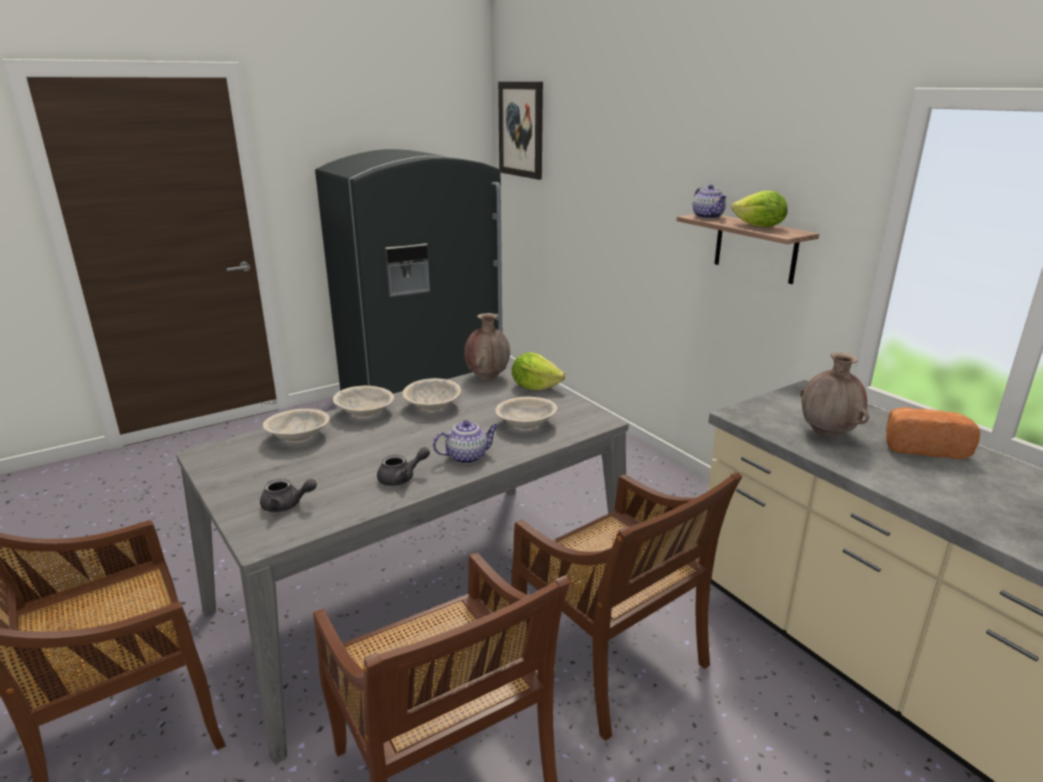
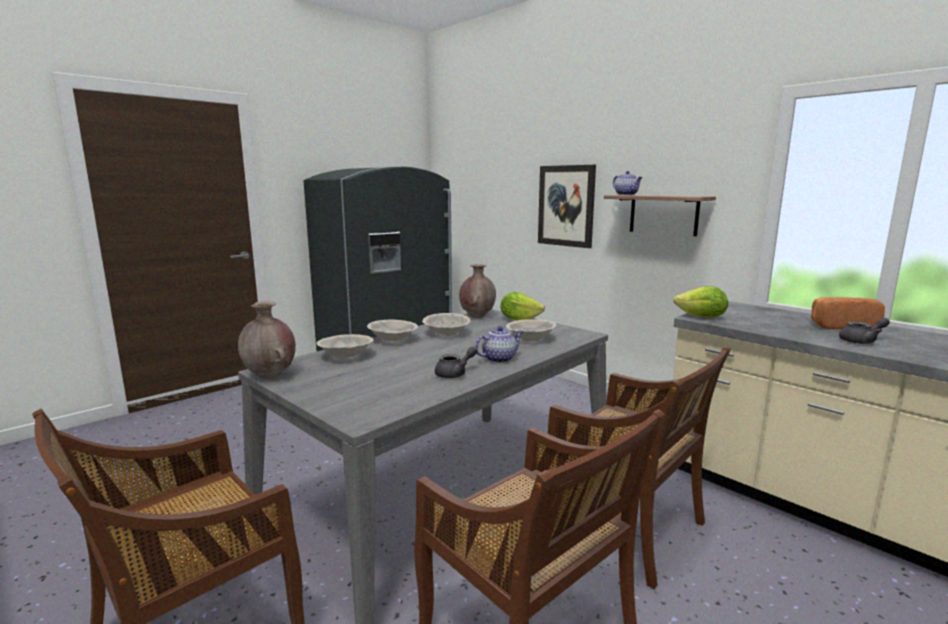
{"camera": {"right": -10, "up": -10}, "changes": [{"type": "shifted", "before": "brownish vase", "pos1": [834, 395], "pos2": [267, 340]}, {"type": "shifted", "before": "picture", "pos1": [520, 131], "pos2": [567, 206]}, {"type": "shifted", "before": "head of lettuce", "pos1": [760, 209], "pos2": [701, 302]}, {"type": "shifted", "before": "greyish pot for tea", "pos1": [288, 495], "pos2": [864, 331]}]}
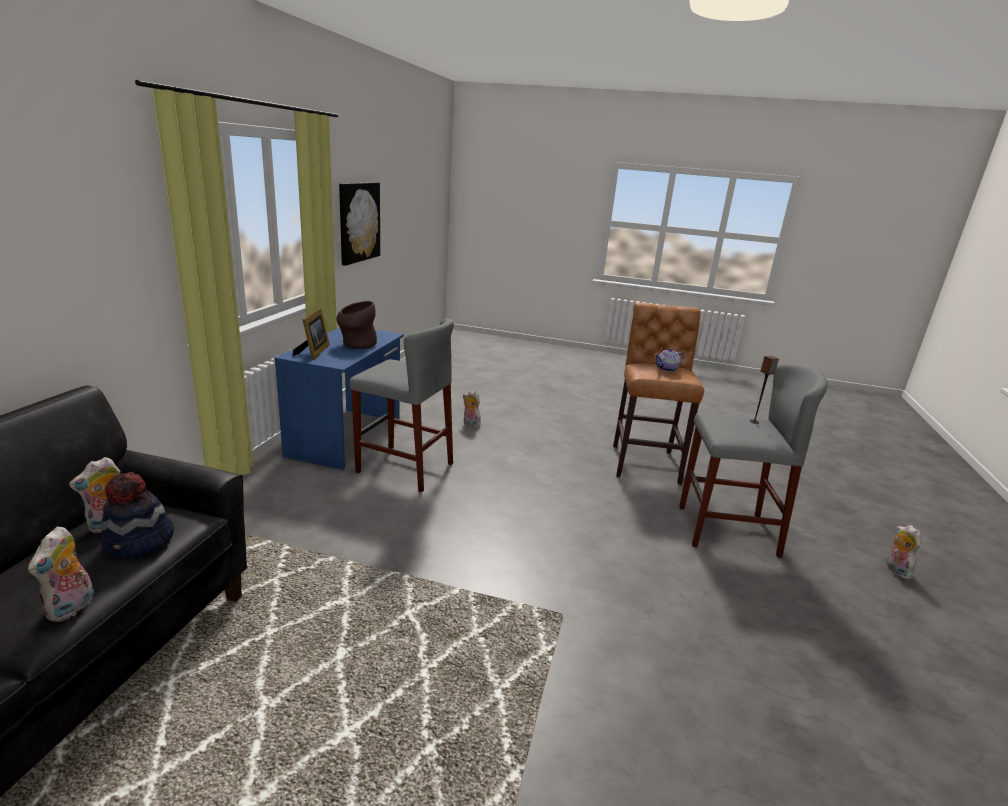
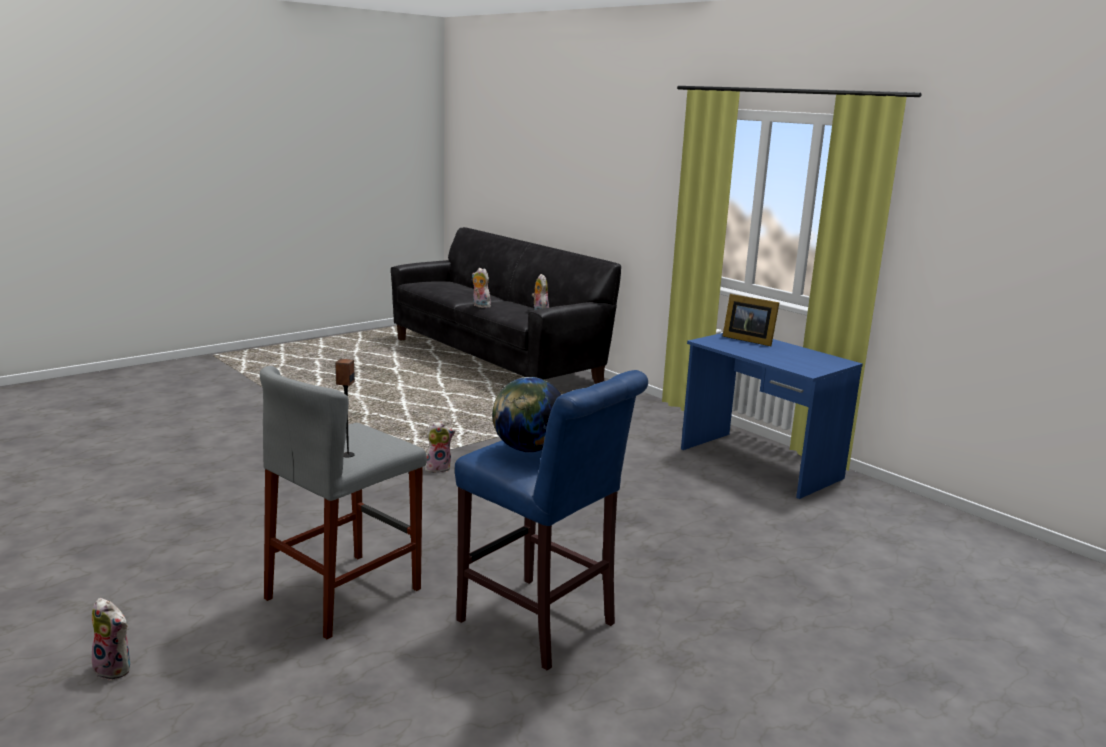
{"camera": {"right": 125, "up": -5}, "changes": [{"type": "shifted", "before": "cuddly toy", "pos1": [472, 409], "pos2": [440, 447]}, {"type": "repainted", "before": "brownish stool", "after": "bluish stool", "pos1": [658, 393], "pos2": [551, 520]}, {"type": "swapped", "before": "pot for tea", "after": "globe", "pos1": [669, 360], "pos2": [526, 415]}, {"type": "gone", "before": "wearable hat", "pos1": [137, 515]}, {"type": "gone", "before": "brownish vase", "pos1": [356, 325]}, {"type": "gone", "before": "picture", "pos1": [359, 224]}, {"type": "gone", "before": "greyish stool", "pos1": [401, 405]}]}
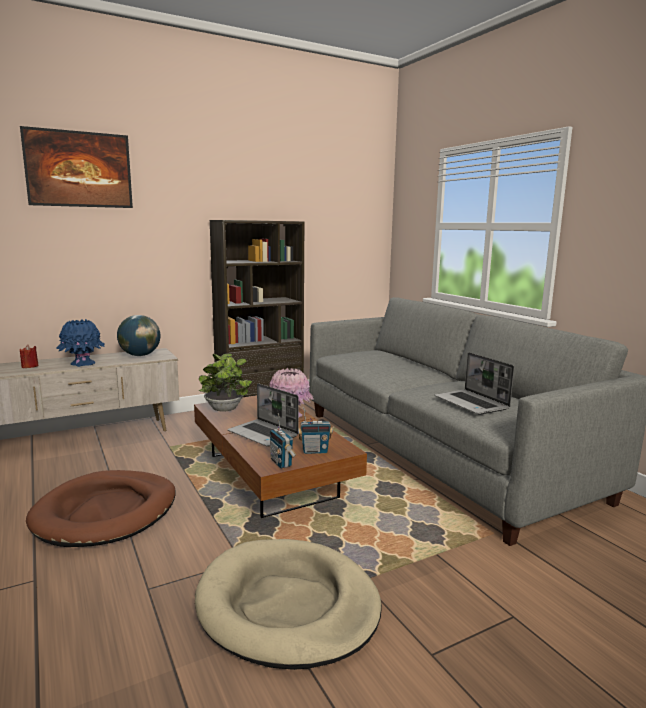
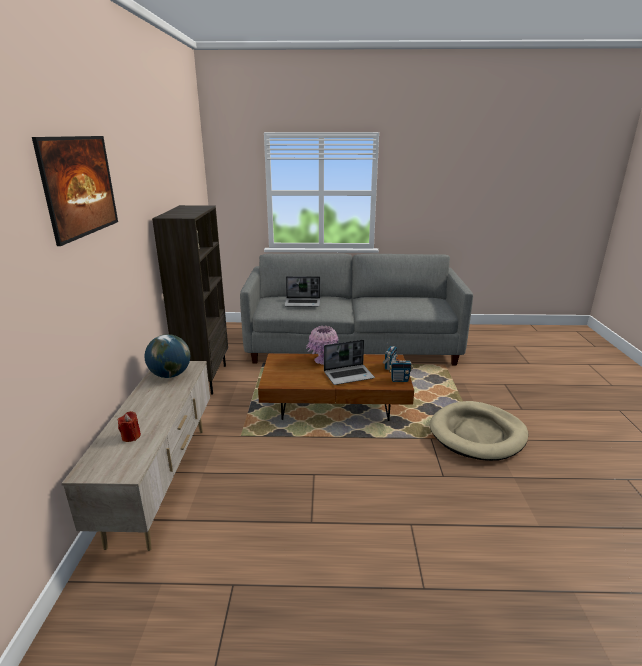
{"camera": {"right": -60, "up": 10}, "changes": [{"type": "shifted", "before": "notebook computer", "pos1": [474, 383], "pos2": [302, 291]}, {"type": "gone", "before": "brownish dog cushion", "pos1": [100, 508]}, {"type": "gone", "before": "bluish vase", "pos1": [81, 343]}, {"type": "gone", "before": "plant in a pot", "pos1": [225, 382]}]}
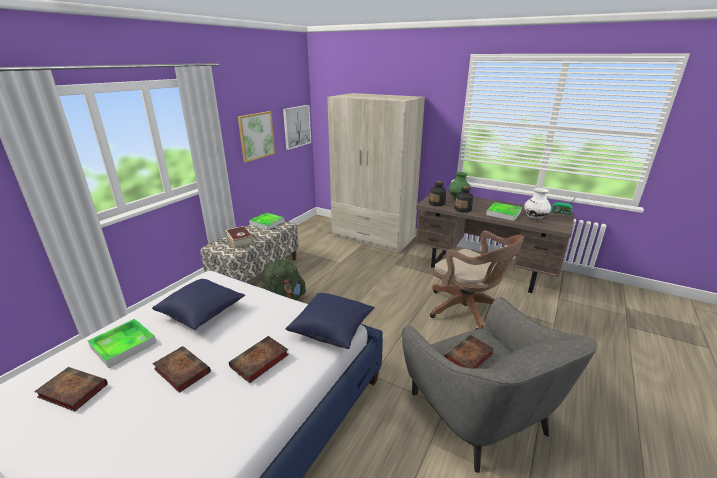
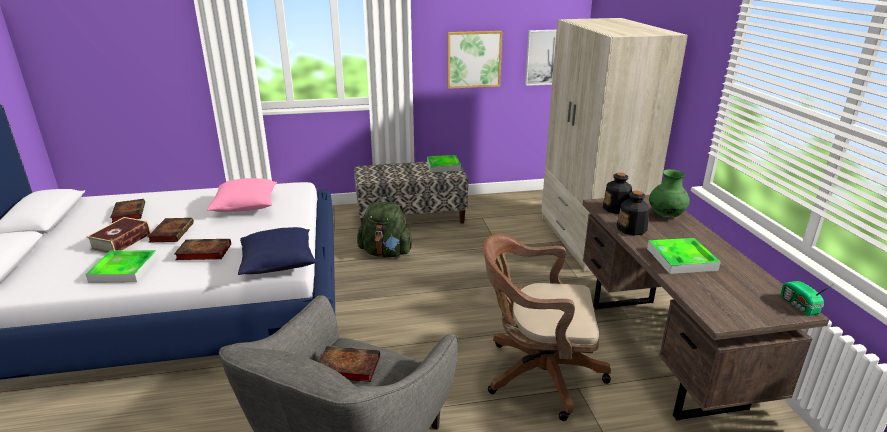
{"camera": {"right": 50, "up": 0}, "changes": [{"type": "shifted", "before": "tray", "pos1": [122, 343], "pos2": [121, 266]}, {"type": "shifted", "before": "book", "pos1": [239, 237], "pos2": [118, 235]}, {"type": "repainted", "before": "bluish throw pillow", "after": "pink throw pillow", "pos1": [198, 304], "pos2": [242, 195]}, {"type": "rotated", "before": "brownish computer chair", "pos1": [477, 280], "pos2": [547, 327], "turn": 90}, {"type": "gone", "before": "white-coloured vase", "pos1": [537, 203]}]}
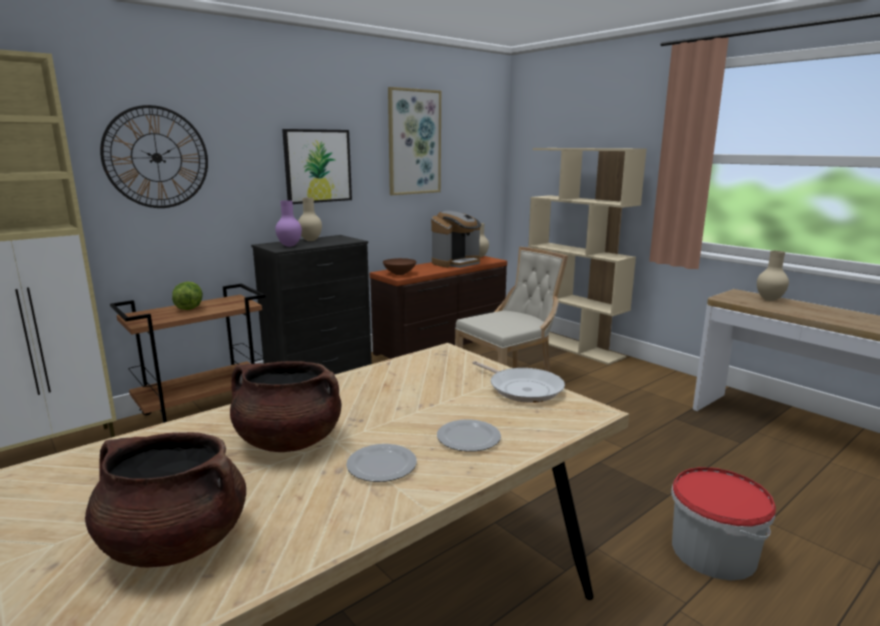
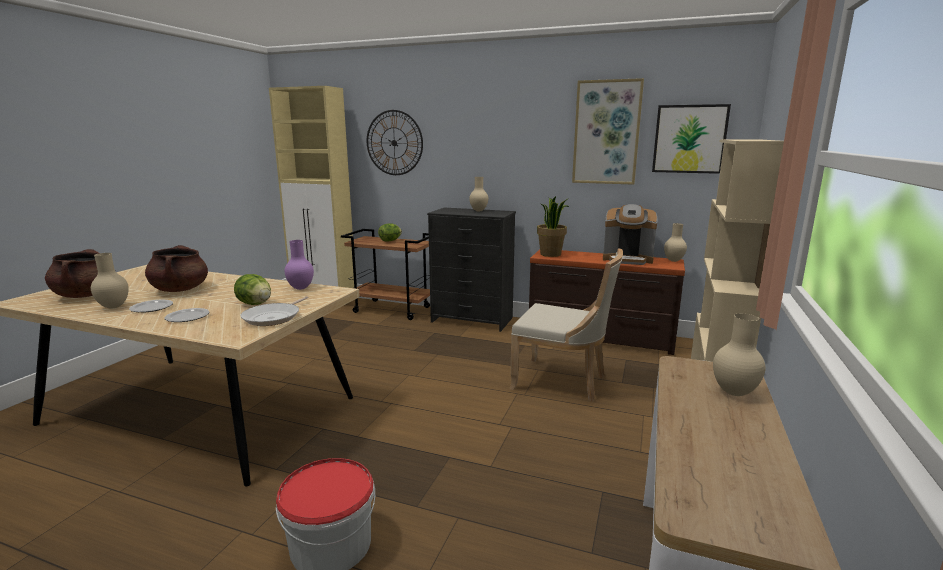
{"camera": {"right": 60, "up": 0}, "changes": [{"type": "new", "after": "sand-coloured vase", "pos2": [110, 280]}, {"type": "new", "after": "head of lettuce", "pos2": [252, 289]}, {"type": "shifted", "before": "purple vase", "pos1": [288, 223], "pos2": [299, 265]}, {"type": "swapped", "before": "brownish bowl", "after": "plant in a pot", "pos1": [399, 266], "pos2": [553, 226]}, {"type": "shifted", "before": "picture", "pos1": [317, 166], "pos2": [691, 139]}]}
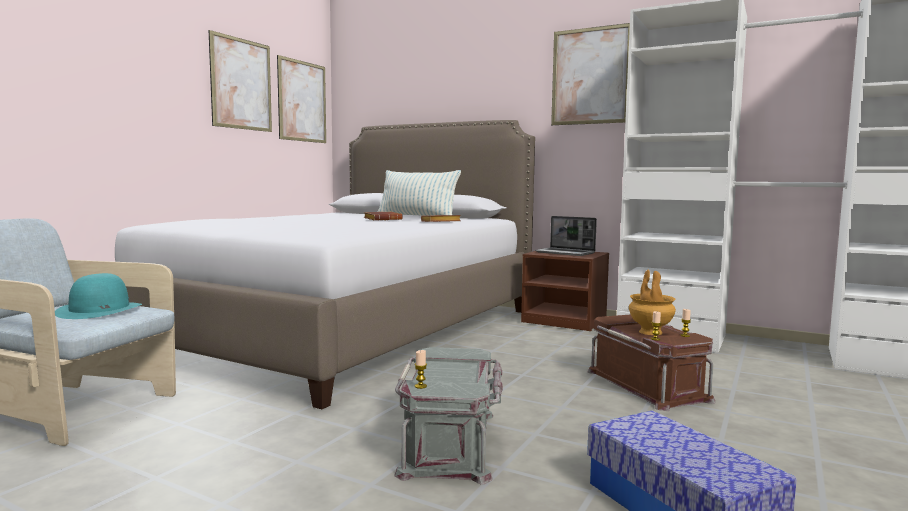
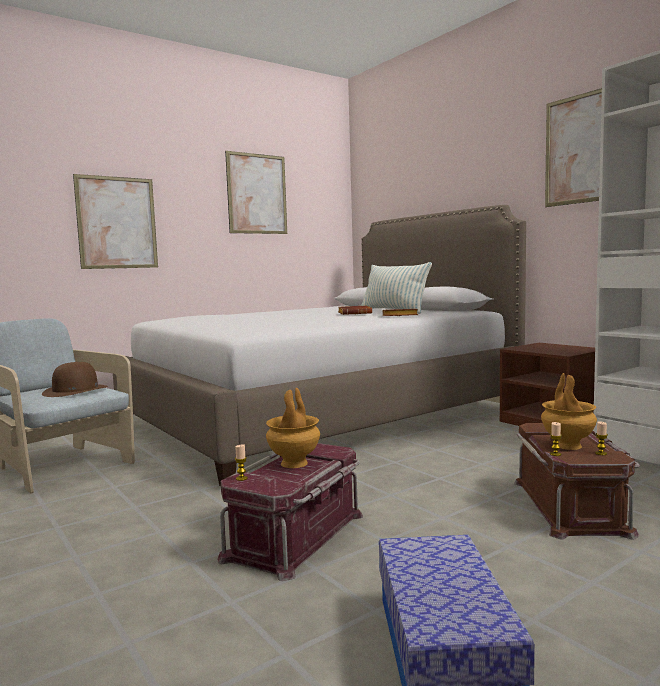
{"camera": {"right": 25, "up": 0}, "changes": [{"type": "repainted", "before": "blue-green wearable hat", "after": "brownish wearable hat", "pos1": [98, 296], "pos2": [75, 379]}, {"type": "shifted", "before": "picture", "pos1": [301, 99], "pos2": [115, 221]}, {"type": "repainted", "before": "greyish storage container", "after": "red storage container", "pos1": [448, 416], "pos2": [290, 512]}, {"type": "new", "after": "brownish vase", "pos2": [293, 428]}, {"type": "gone", "before": "notebook computer", "pos1": [566, 236]}]}
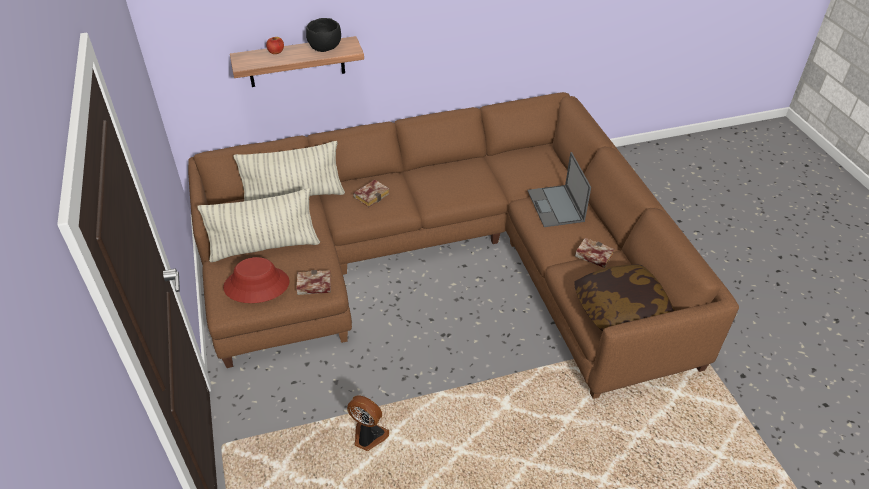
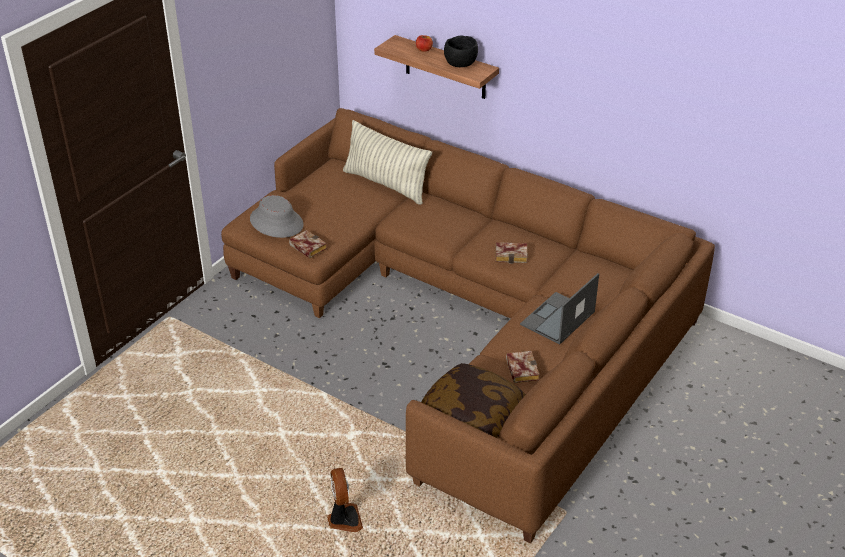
{"camera": {"right": 50, "up": -5}, "changes": [{"type": "repainted", "before": "red wearable hat", "after": "greyish wearable hat", "pos1": [256, 280], "pos2": [277, 216]}, {"type": "shifted", "before": "electric fan", "pos1": [368, 423], "pos2": [345, 500]}, {"type": "shifted", "before": "book", "pos1": [371, 193], "pos2": [511, 252]}, {"type": "gone", "before": "throw pillow", "pos1": [258, 225]}]}
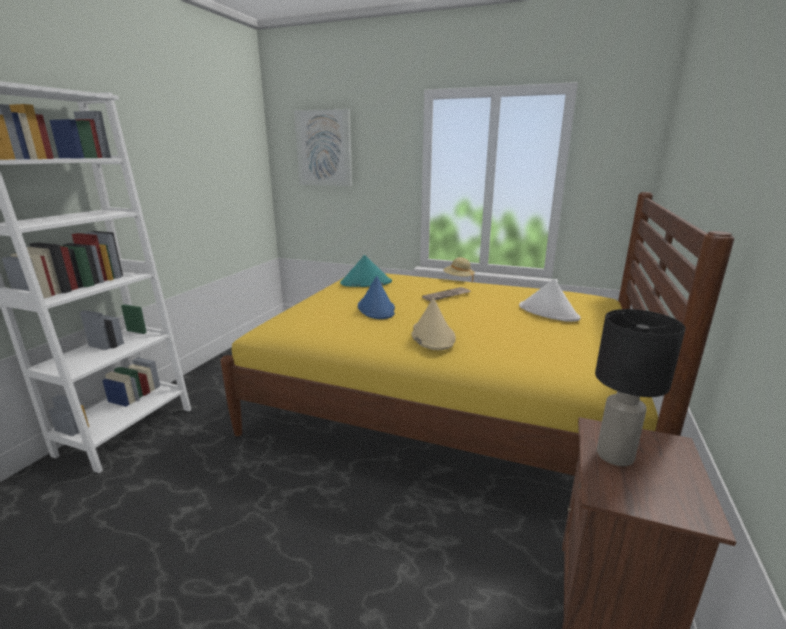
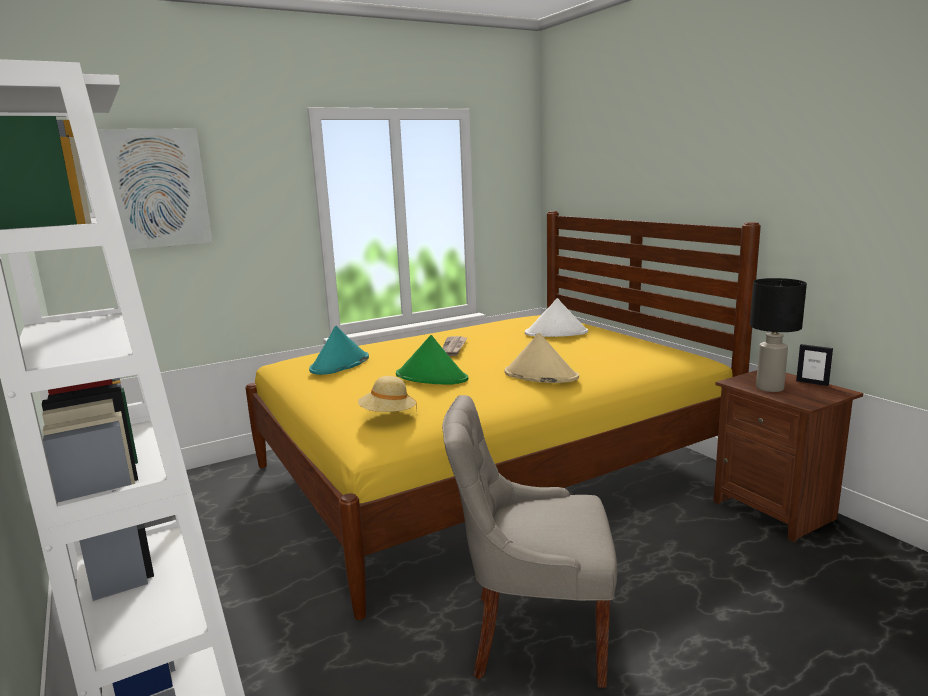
{"camera": {"right": -50, "up": -5}, "changes": [{"type": "shifted", "before": "sand-coloured wearable hat", "pos1": [459, 269], "pos2": [387, 394]}, {"type": "repainted", "before": "bluish wearable hat", "after": "green-coloured wearable hat", "pos1": [376, 297], "pos2": [432, 360]}, {"type": "new", "after": "greyish upright chair", "pos2": [529, 541]}, {"type": "new", "after": "picture frame", "pos2": [814, 365]}]}
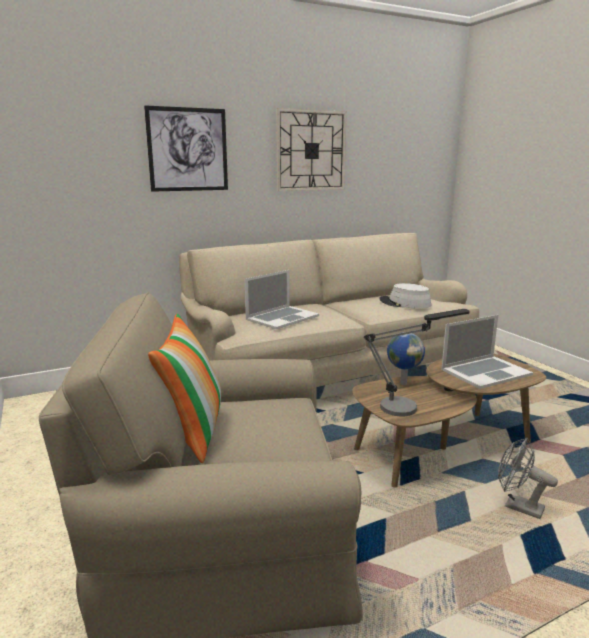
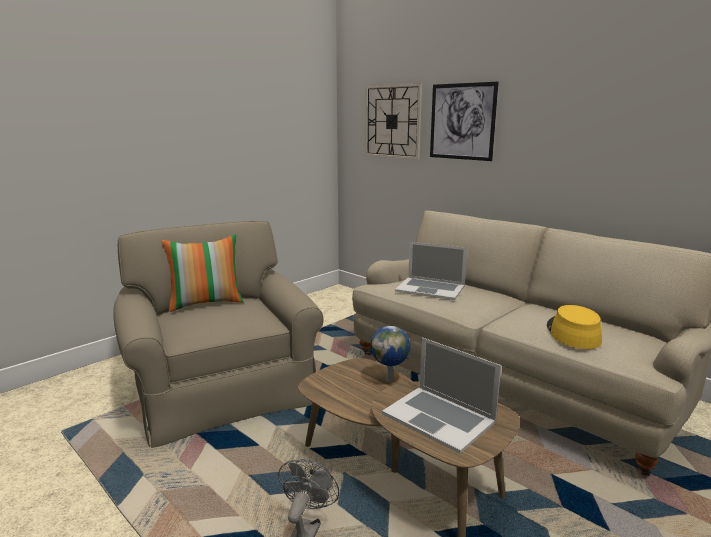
{"camera": {"right": 70, "up": 0}, "changes": [{"type": "shifted", "before": "hanging clock", "pos1": [311, 149], "pos2": [393, 121]}, {"type": "repainted", "before": "greyish wearable hat", "after": "yellow wearable hat", "pos1": [405, 296], "pos2": [574, 327]}, {"type": "gone", "before": "tabletop lamp", "pos1": [417, 363]}]}
